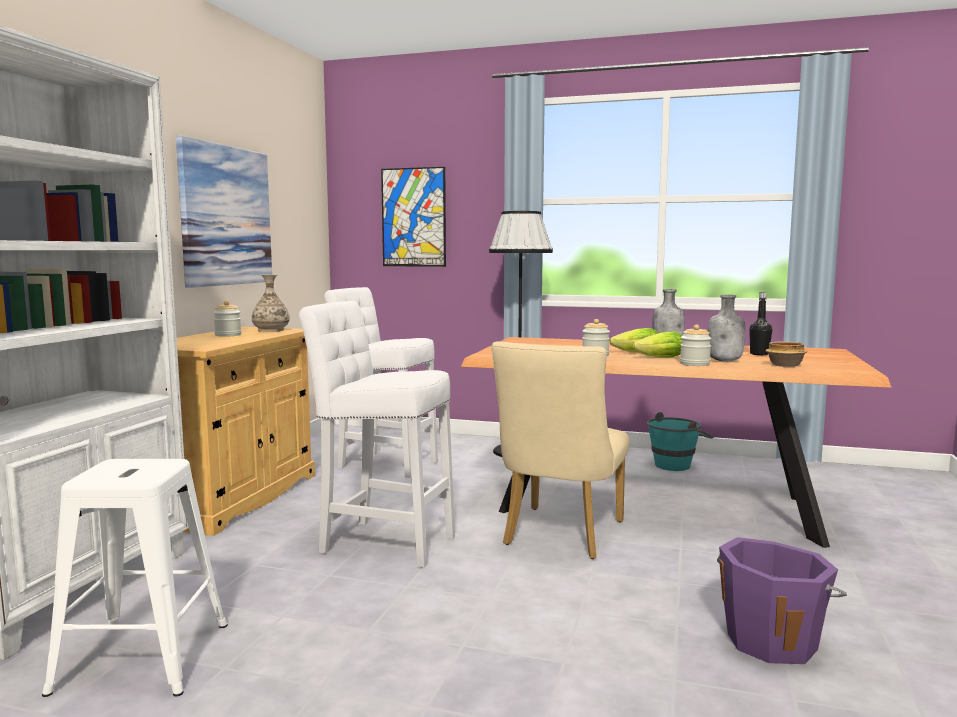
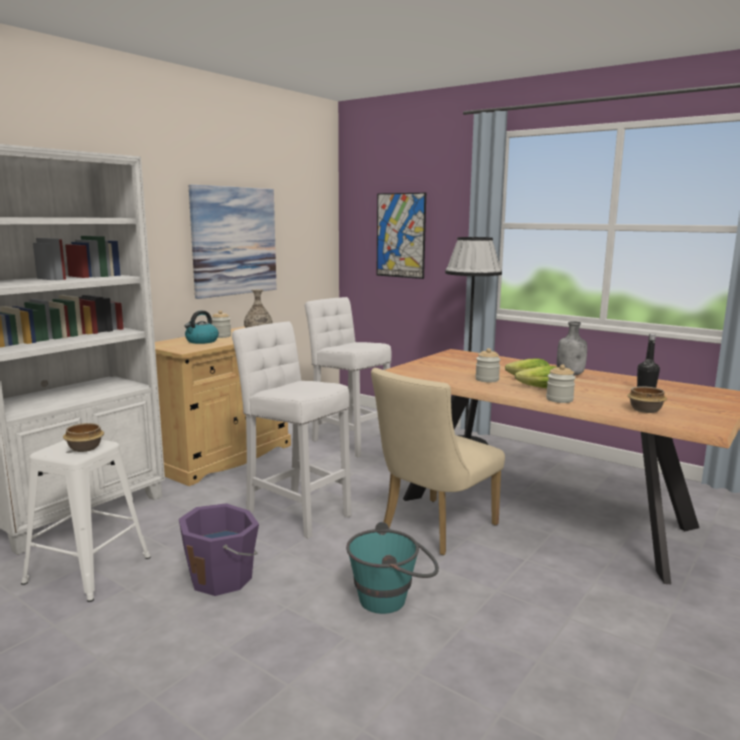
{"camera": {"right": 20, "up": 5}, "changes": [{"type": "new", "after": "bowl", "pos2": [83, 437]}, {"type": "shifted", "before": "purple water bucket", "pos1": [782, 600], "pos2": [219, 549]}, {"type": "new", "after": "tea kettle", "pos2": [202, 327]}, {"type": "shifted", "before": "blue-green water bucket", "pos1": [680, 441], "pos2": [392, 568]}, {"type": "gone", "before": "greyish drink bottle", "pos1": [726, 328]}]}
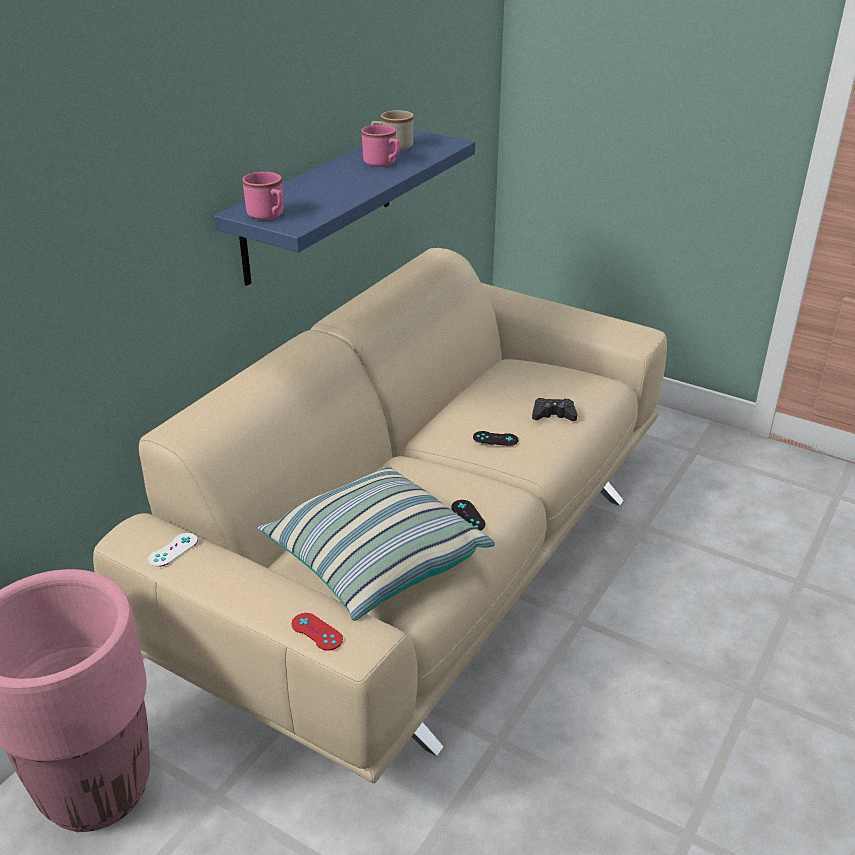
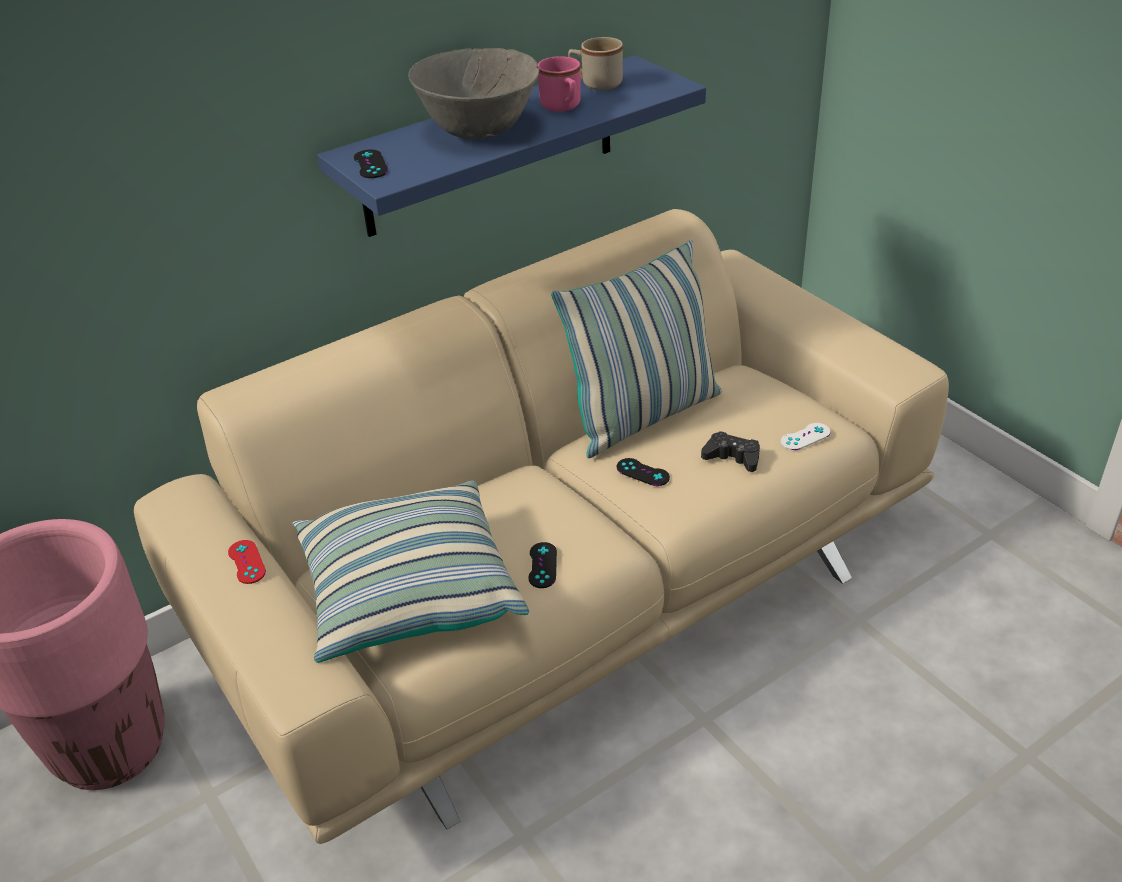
{"camera": {"right": 25, "up": 5}, "changes": [{"type": "shifted", "before": "red gamepad", "pos1": [317, 632], "pos2": [247, 562]}, {"type": "swapped", "before": "pink coffee mug", "after": "blackish gamepad", "pos1": [262, 196], "pos2": [371, 164]}, {"type": "new", "after": "greyish bowl", "pos2": [473, 94]}, {"type": "new", "after": "throw pillow", "pos2": [636, 349]}, {"type": "shifted", "before": "white-coloured gamepad", "pos1": [173, 550], "pos2": [806, 436]}]}
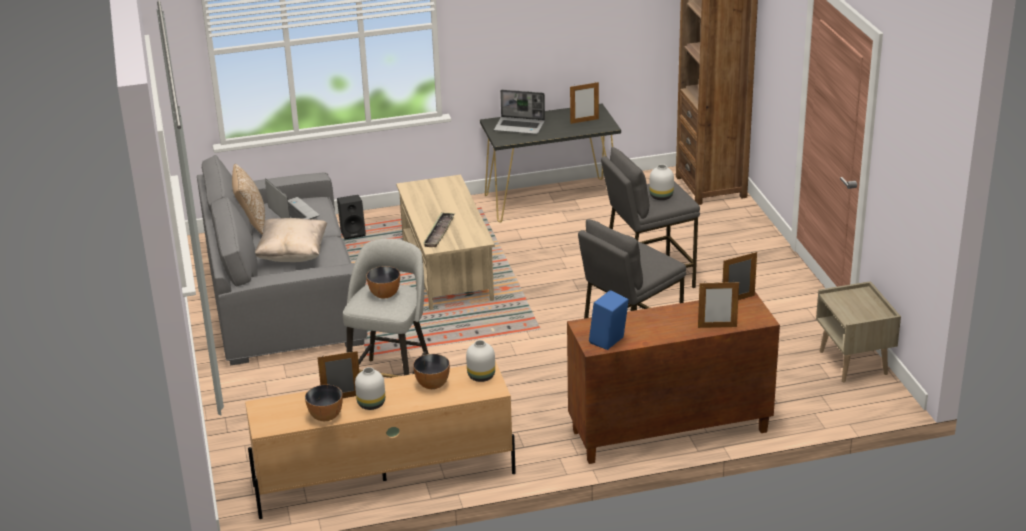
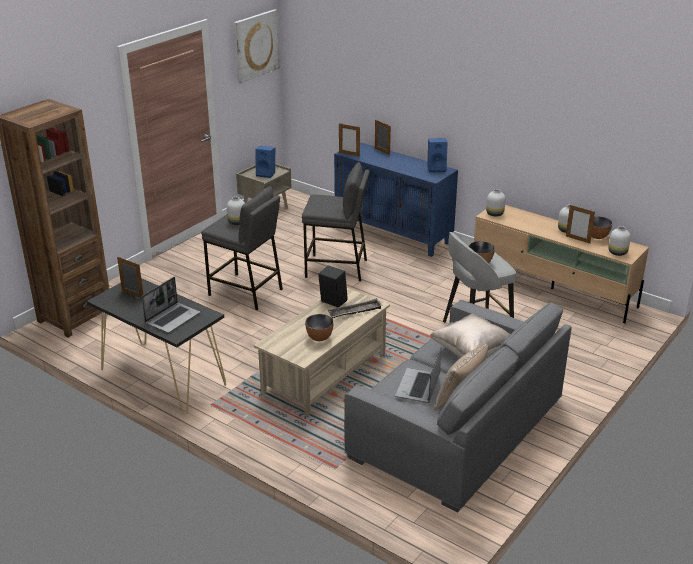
{"camera": {"right": -130, "up": 0}, "changes": [{"type": "rotated", "before": "notebook computer", "pos1": [519, 112], "pos2": [170, 305], "turn": 60}, {"type": "new", "after": "picture", "pos2": [256, 46]}, {"type": "new", "after": "bluish loudspeaker", "pos2": [265, 162]}, {"type": "shifted", "before": "bowl", "pos1": [431, 371], "pos2": [319, 327]}, {"type": "shifted", "before": "blackish loudspeaker", "pos1": [351, 217], "pos2": [333, 286]}, {"type": "repainted", "before": "brownish cupboard", "after": "bluish cupboard", "pos1": [673, 378], "pos2": [396, 199]}, {"type": "new", "after": "white-coloured vase", "pos2": [619, 241]}]}
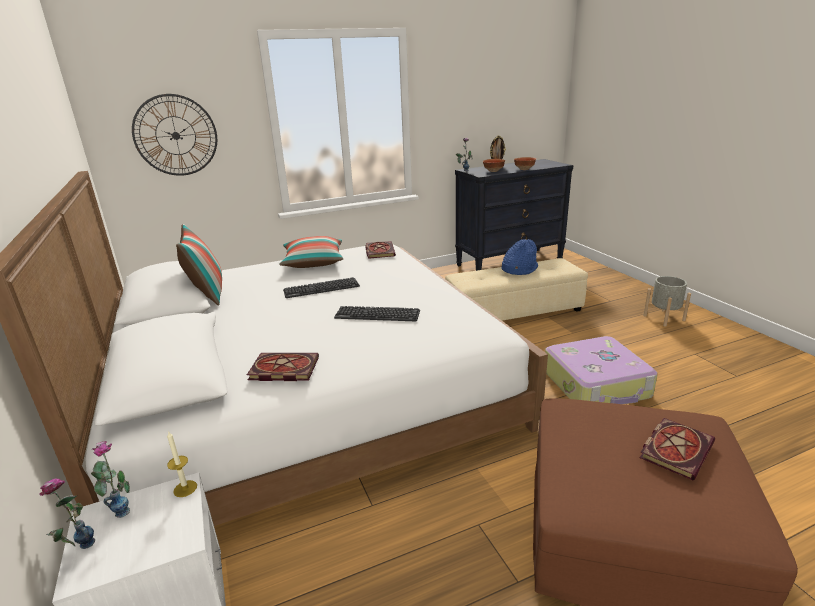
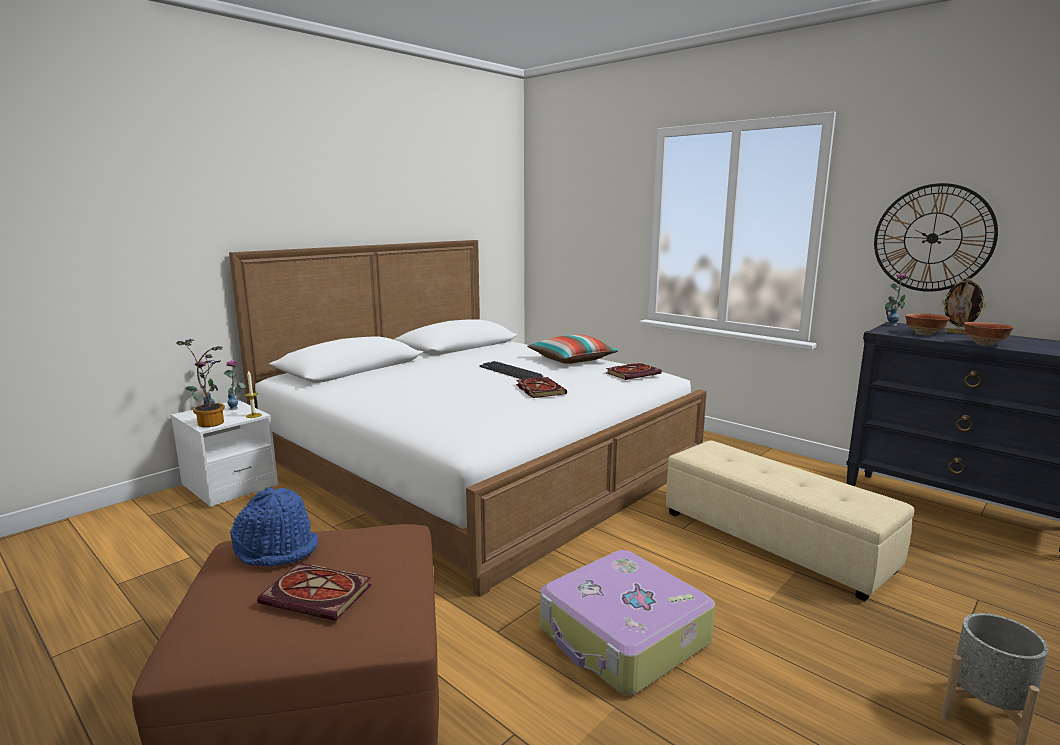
{"camera": {"right": 65, "up": -10}, "changes": [{"type": "new", "after": "plant in a pot", "pos2": [201, 383]}, {"type": "shifted", "before": "bluish wearable hat", "pos1": [519, 257], "pos2": [274, 527]}, {"type": "shifted", "before": "book", "pos1": [283, 367], "pos2": [541, 387]}, {"type": "shifted", "before": "hanging clock", "pos1": [174, 135], "pos2": [936, 237]}, {"type": "gone", "before": "throw pillow", "pos1": [199, 265]}, {"type": "gone", "before": "computer keyboard", "pos1": [377, 313]}]}
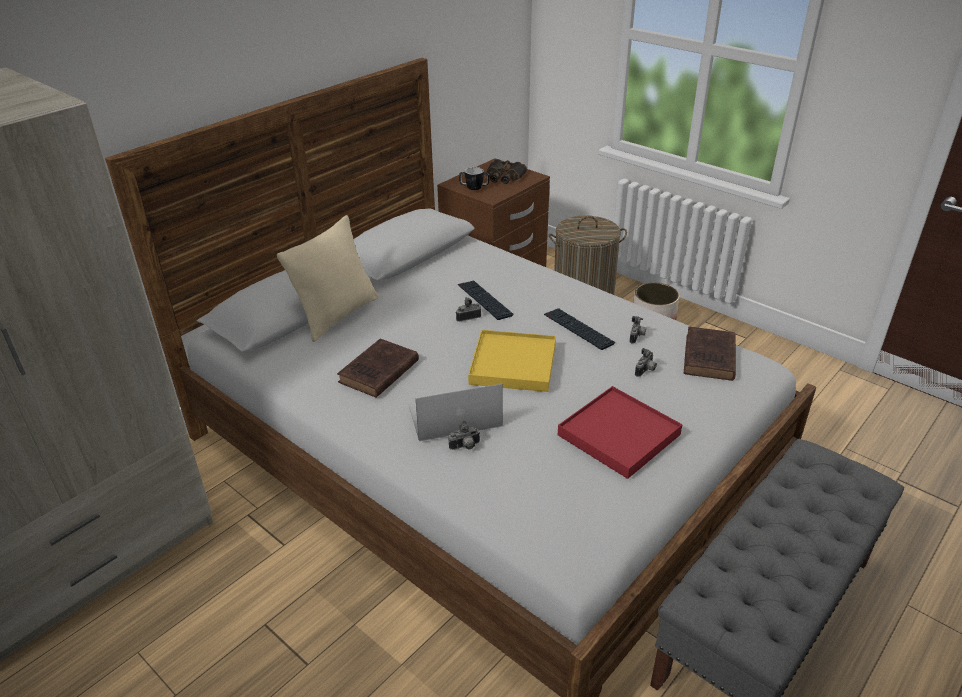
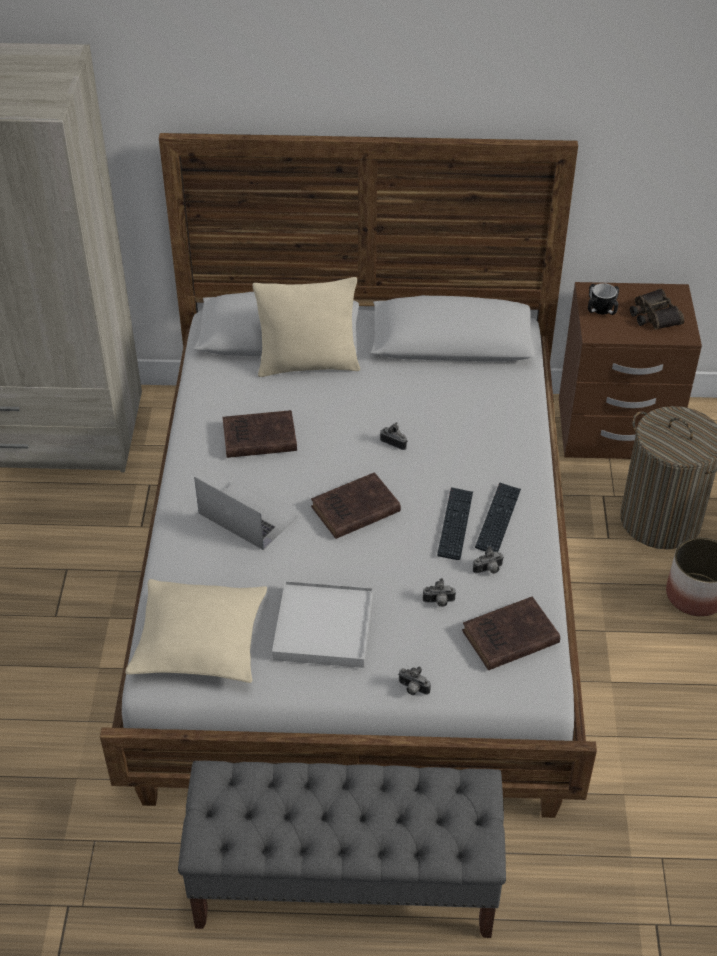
{"camera": {"right": 50, "up": 10}, "changes": [{"type": "new", "after": "sand-coloured throw pillow", "pos2": [196, 631]}, {"type": "repainted", "before": "red tray", "after": "white-coloured tray", "pos1": [620, 432], "pos2": [322, 624]}, {"type": "swapped", "before": "yellow tray", "after": "brownish book", "pos1": [512, 361], "pos2": [356, 505]}, {"type": "shifted", "before": "still camera", "pos1": [464, 435], "pos2": [414, 680]}, {"type": "shifted", "before": "computer keyboard", "pos1": [486, 300], "pos2": [498, 517]}]}
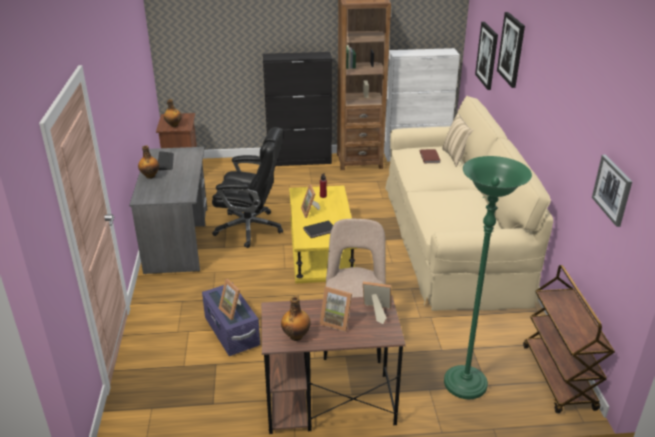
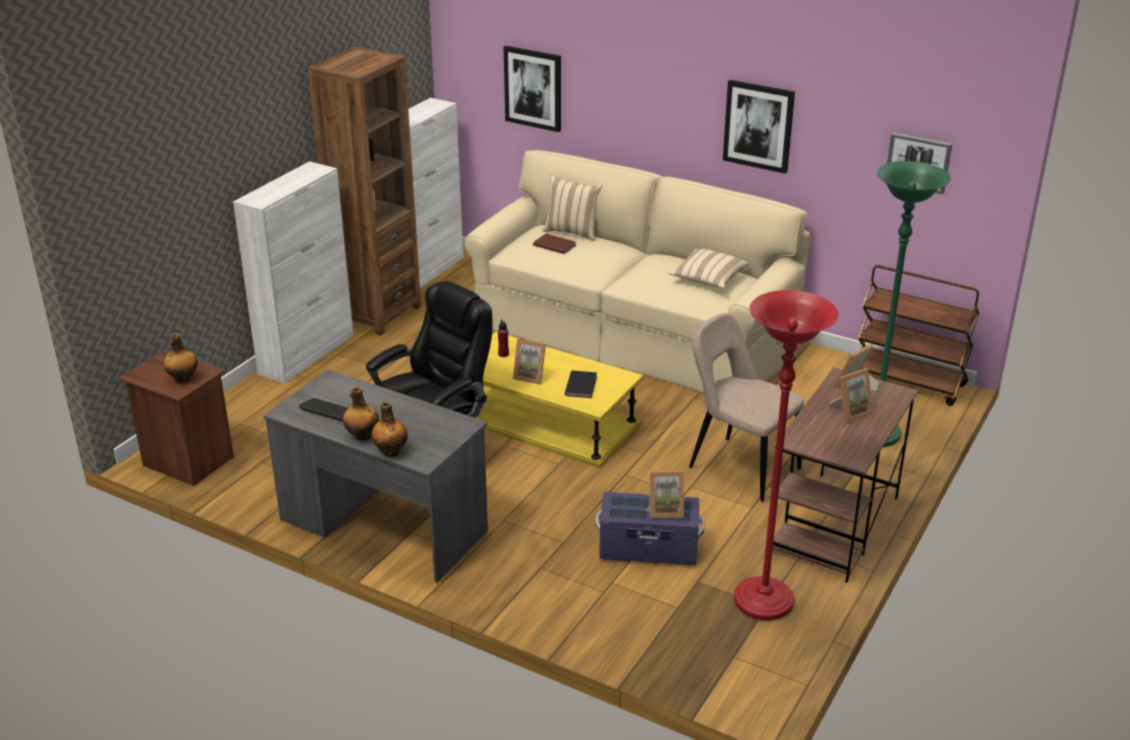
{"camera": {"right": -55, "up": 0}, "changes": [{"type": "repainted", "before": "blackish cupboard", "after": "white-coloured cupboard", "pos1": [297, 109], "pos2": [293, 272]}, {"type": "shifted", "before": "drink bottle", "pos1": [296, 318], "pos2": [389, 429]}, {"type": "new", "after": "sand-coloured throw pillow", "pos2": [708, 268]}, {"type": "shifted", "before": "picture", "pos1": [511, 50], "pos2": [759, 127]}, {"type": "new", "after": "red floor lamp", "pos2": [786, 455]}]}
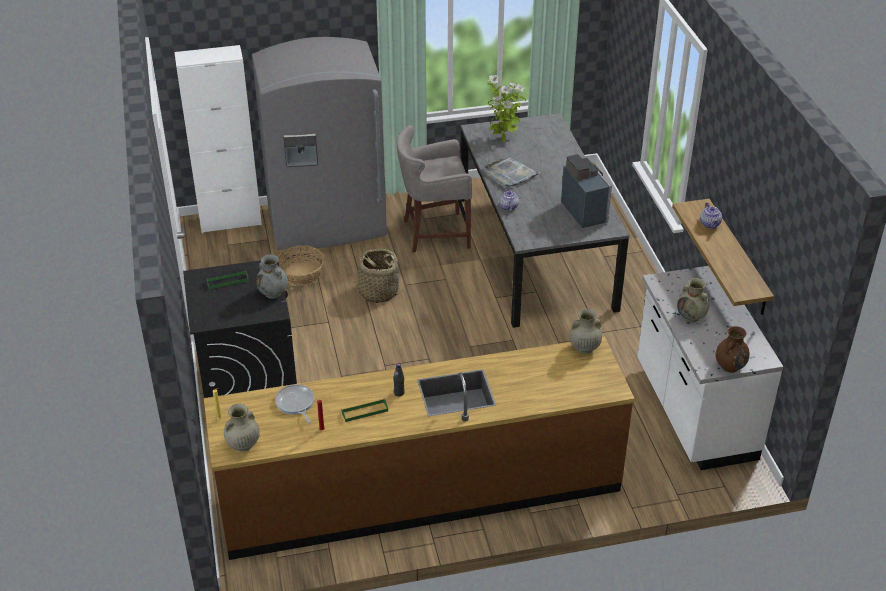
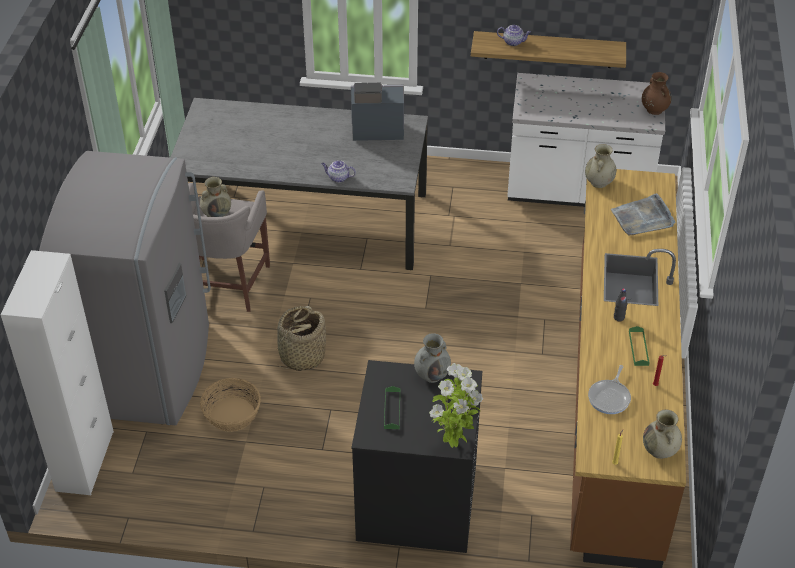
{"camera": {"right": -70, "up": 5}, "changes": [{"type": "shifted", "before": "sand-coloured vase", "pos1": [693, 300], "pos2": [215, 197]}, {"type": "shifted", "before": "plant in a pot", "pos1": [506, 108], "pos2": [456, 405]}, {"type": "rotated", "before": "skillet", "pos1": [294, 403], "pos2": [609, 389], "turn": -60}, {"type": "shifted", "before": "greyish tray", "pos1": [511, 172], "pos2": [643, 214]}]}
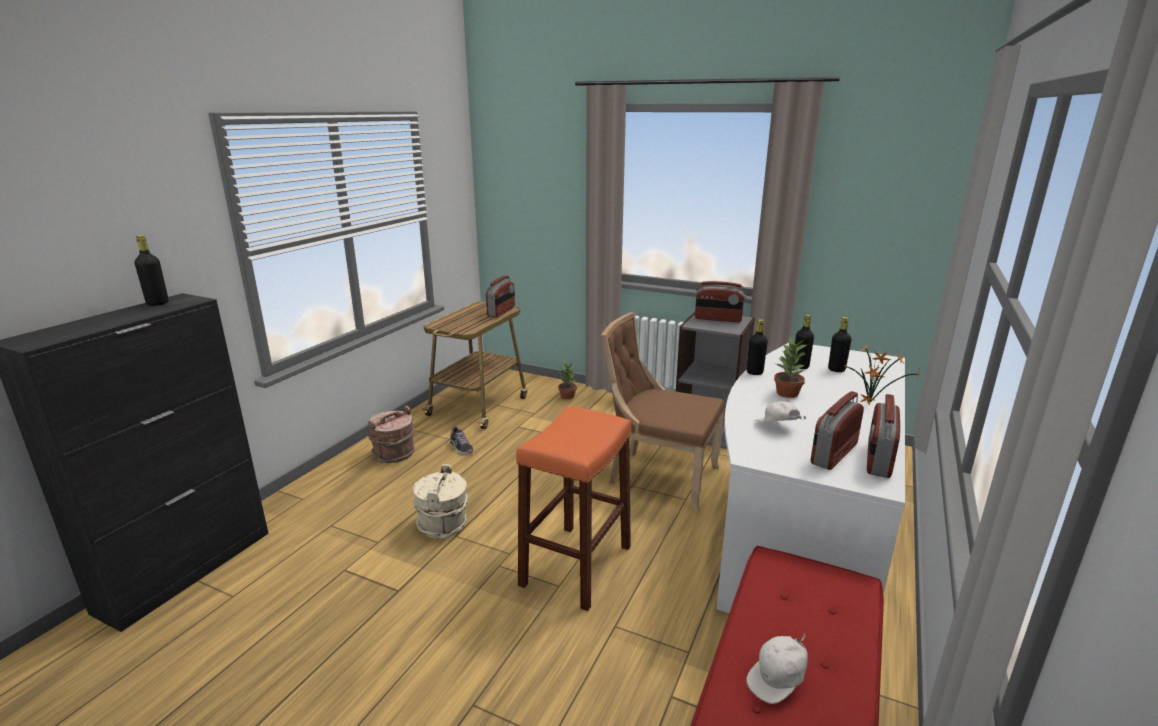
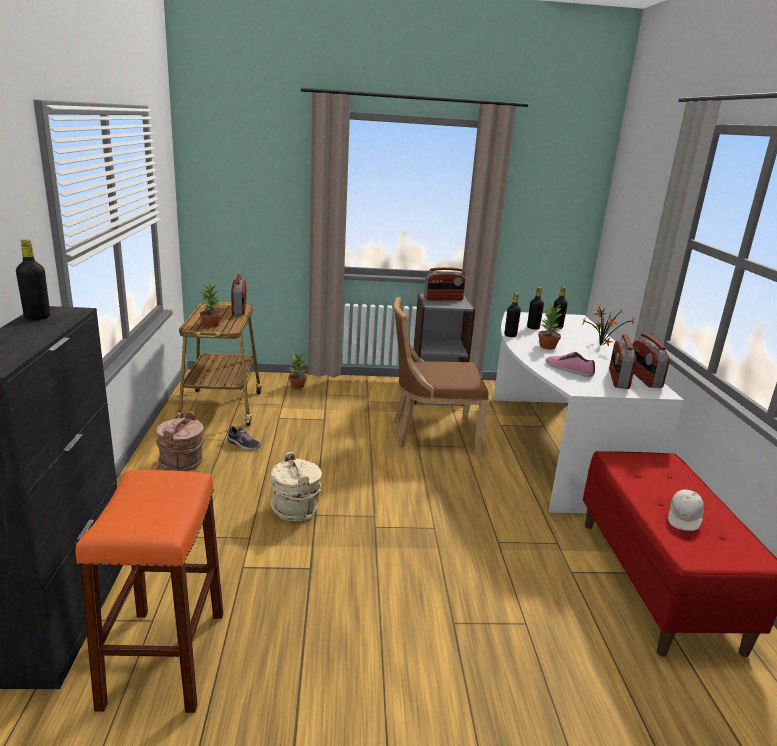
{"camera": {"right": -30, "up": 0}, "changes": [{"type": "shifted", "before": "orange stool", "pos1": [574, 508], "pos2": [149, 591]}, {"type": "new", "after": "plant in a pot", "pos2": [211, 304]}, {"type": "swapped", "before": "white-coloured cap", "after": "low shoe", "pos1": [780, 411], "pos2": [570, 364]}]}
